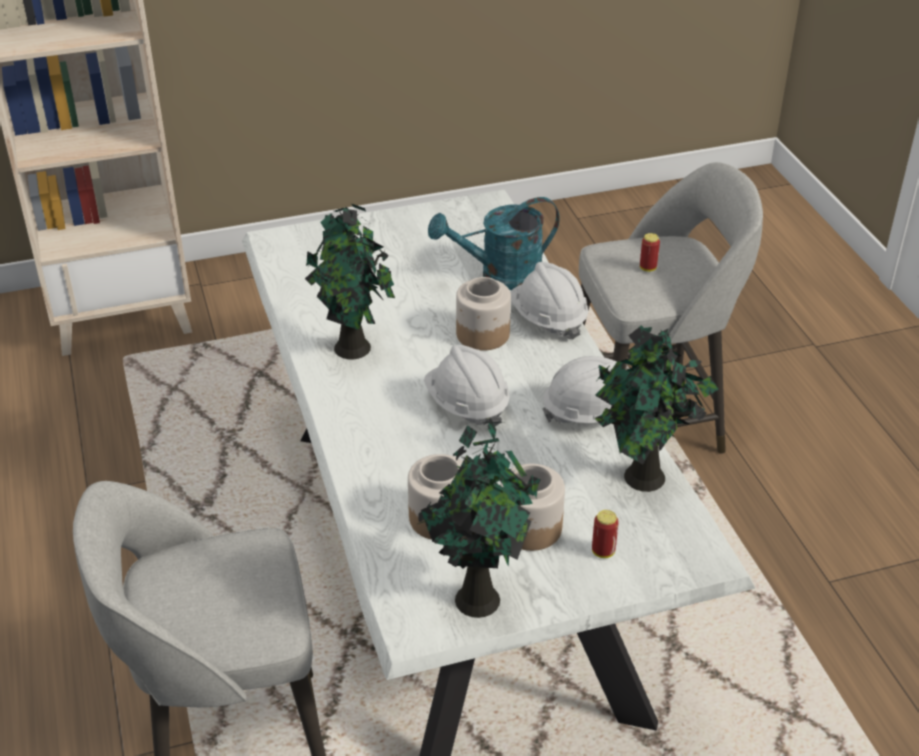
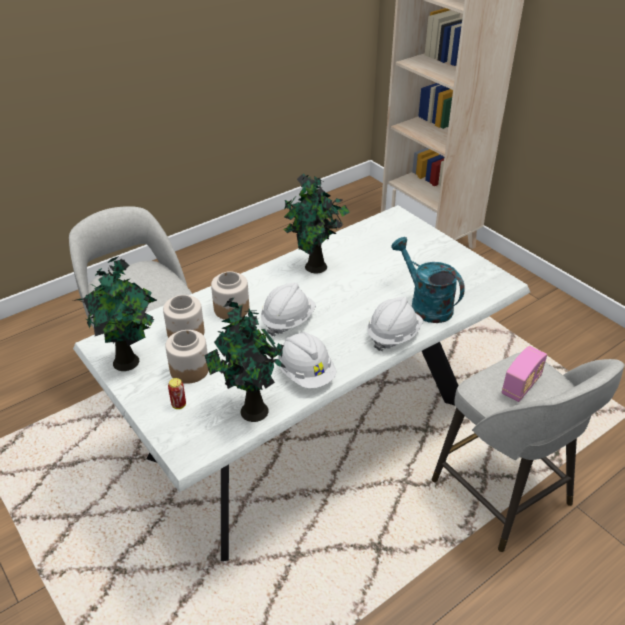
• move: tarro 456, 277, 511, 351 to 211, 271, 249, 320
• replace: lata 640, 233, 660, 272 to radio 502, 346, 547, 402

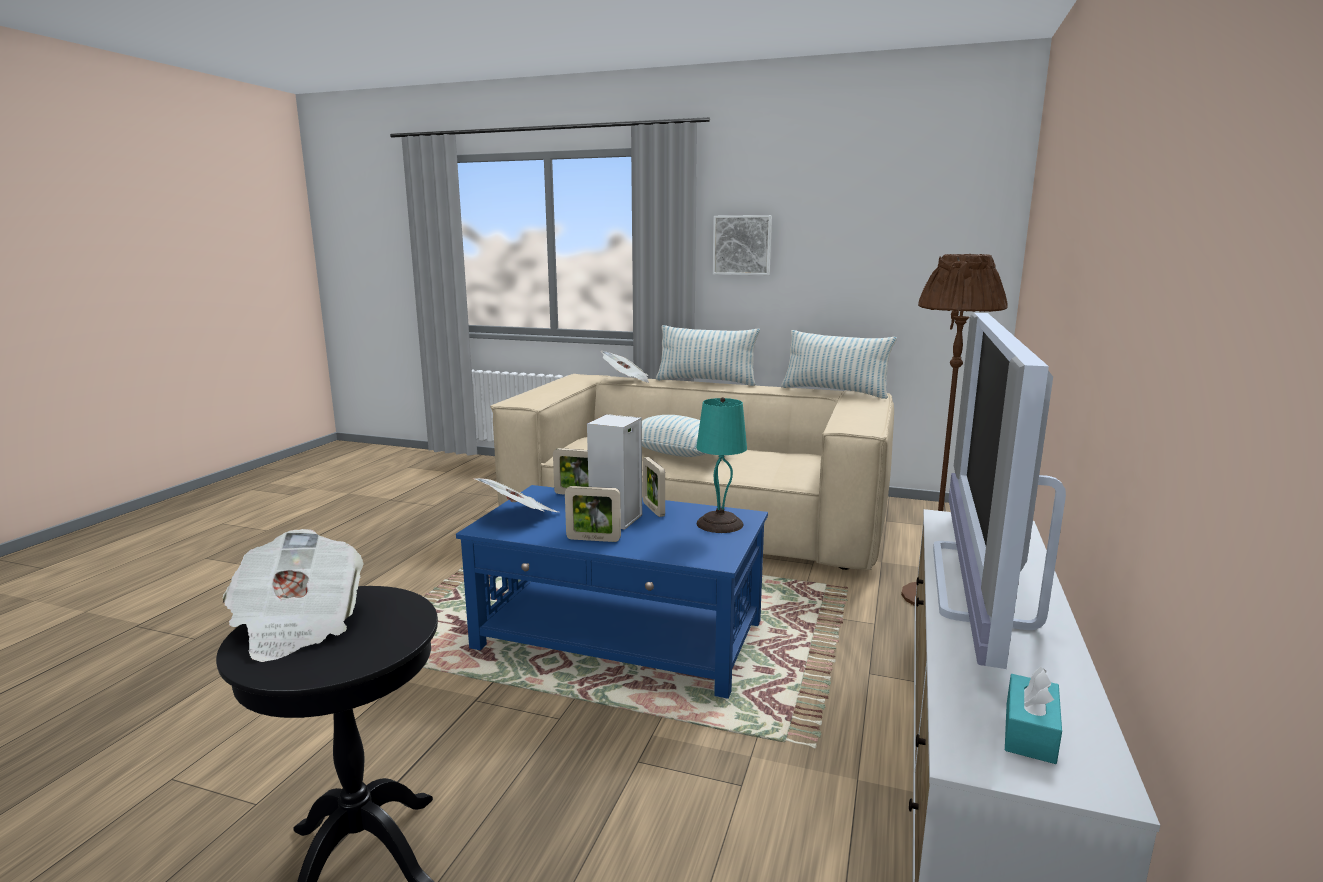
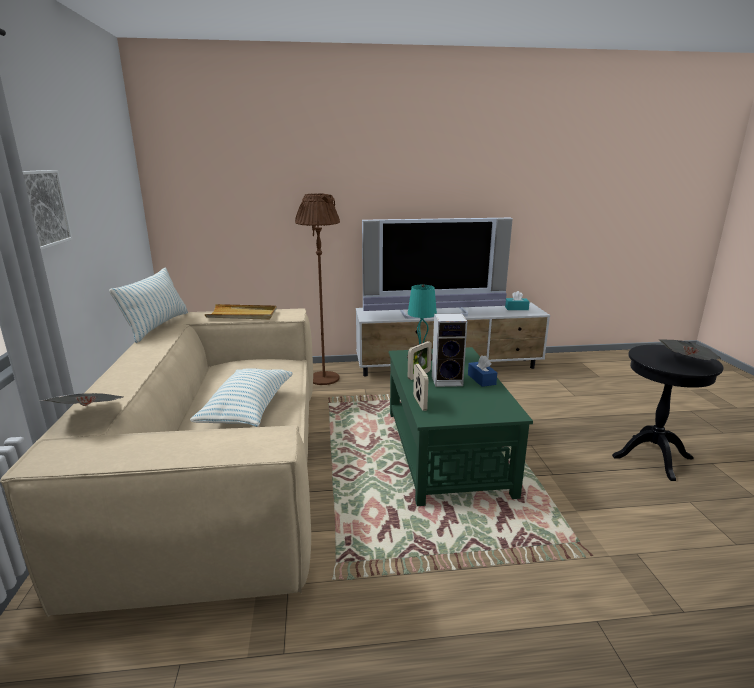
• insert: bandeja [beis] 205, 304, 277, 320
• recolor: mesa de centro [azul] 456, 485, 768, 699 to mesa de centro [verde] 389, 347, 533, 506
• replace: portarretratos 565, 486, 621, 542 to caja de pañuelos [azul] 468, 355, 497, 387
• delete: periódico 475, 478, 558, 512
• delete: cojín 656, 325, 760, 386

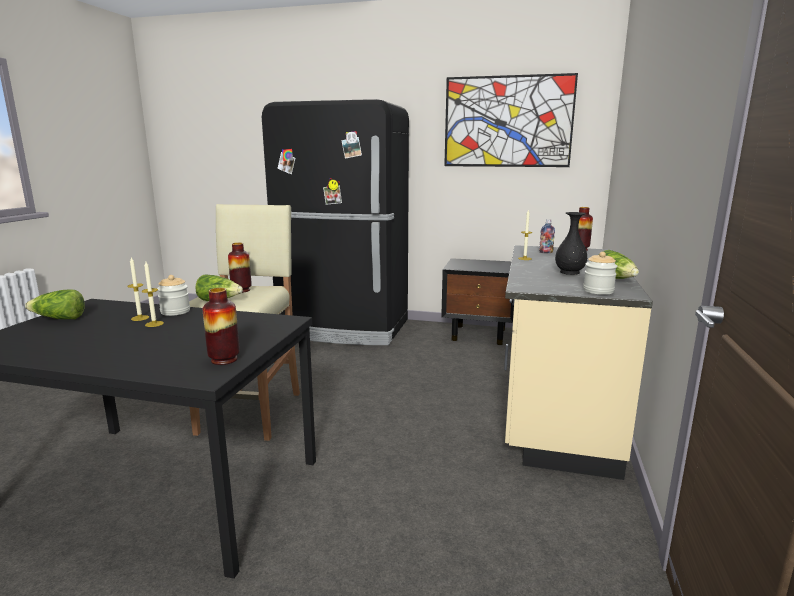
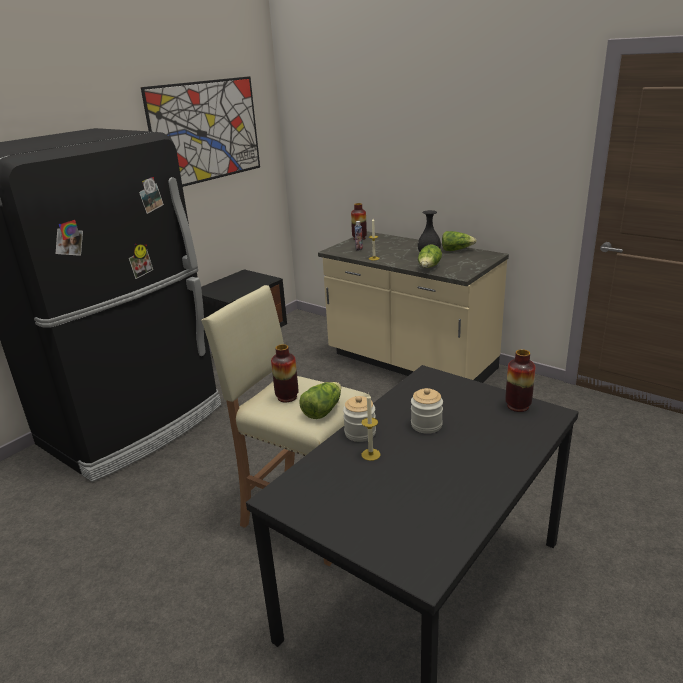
• move: tarro 583, 252, 617, 295 to 411, 388, 443, 434
• move: lechuga 25, 290, 85, 319 to 418, 244, 442, 268
• delete: vela 142, 262, 164, 327

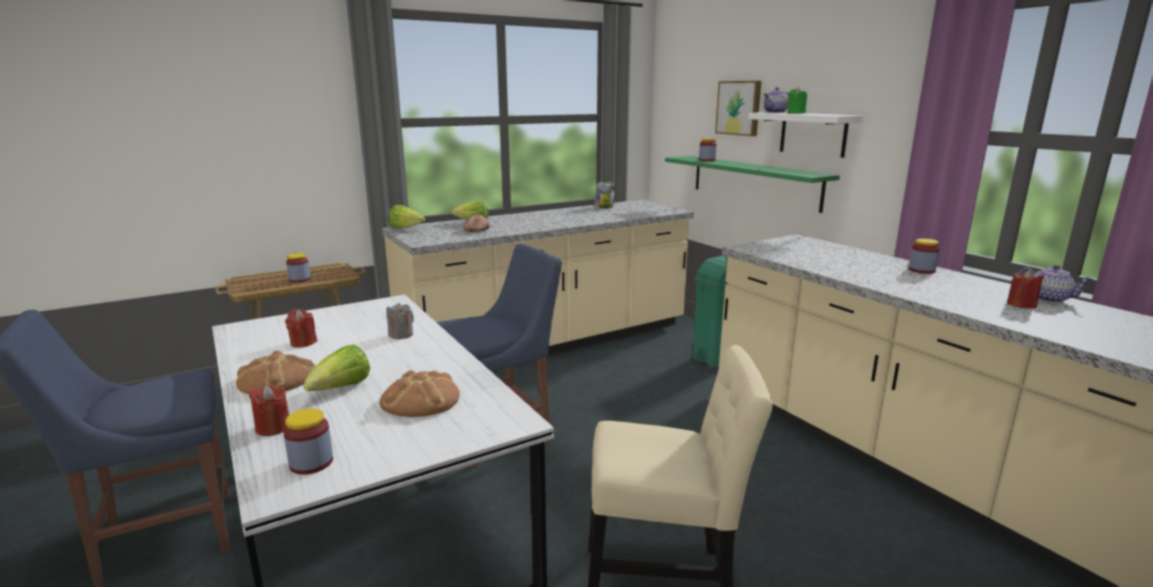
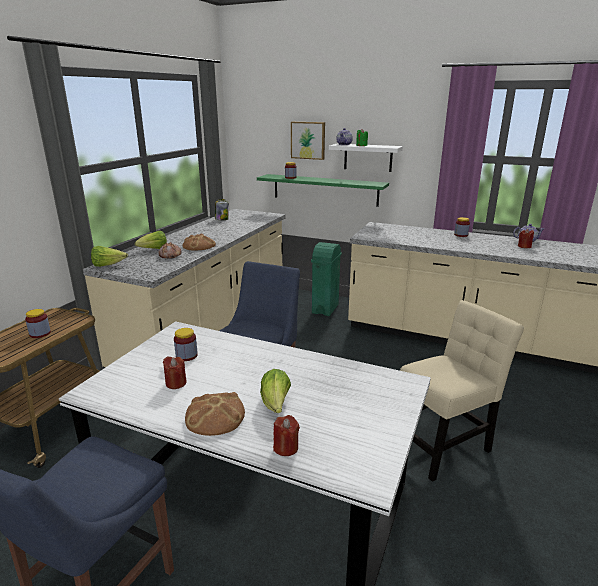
• move: tarro 283, 409, 333, 475 to 174, 328, 198, 361
• move: pan 379, 370, 460, 417 to 182, 233, 216, 250
• delete: vela [gris] 386, 303, 414, 339

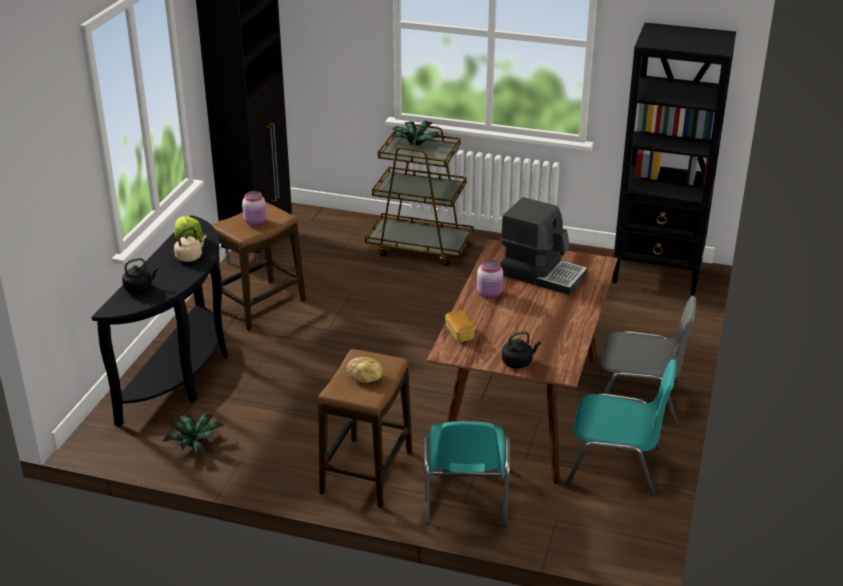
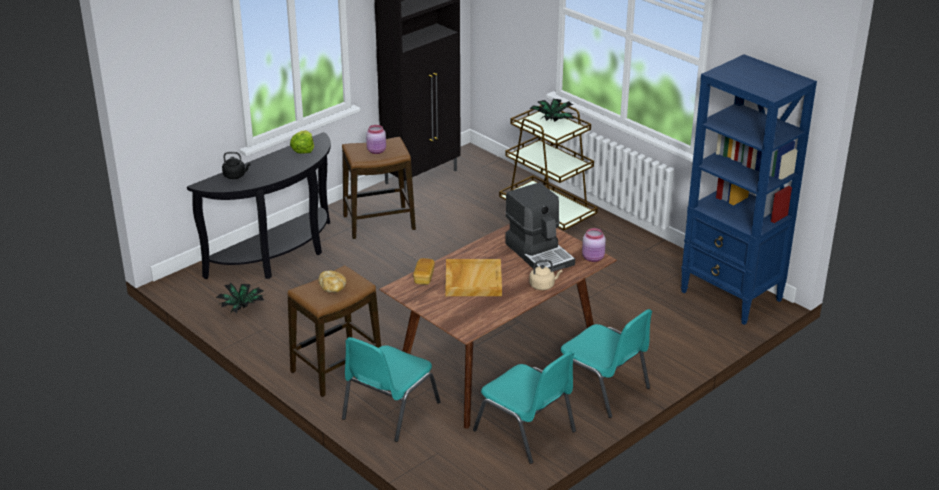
• insert: bandeja [beis] 446, 259, 502, 296
• move: hervidor [beis] 174, 227, 207, 262 to 529, 260, 562, 290
• recolor: silla [gris] 601, 296, 696, 422 to silla [turquesa] 561, 309, 652, 418
• move: tarro [rosa] 477, 260, 503, 298 to 582, 228, 606, 262
• recolor: estantería [negro] 612, 23, 736, 296 to estantería [azul] 681, 54, 817, 325
• delete: hervidor [negro] 502, 331, 541, 369

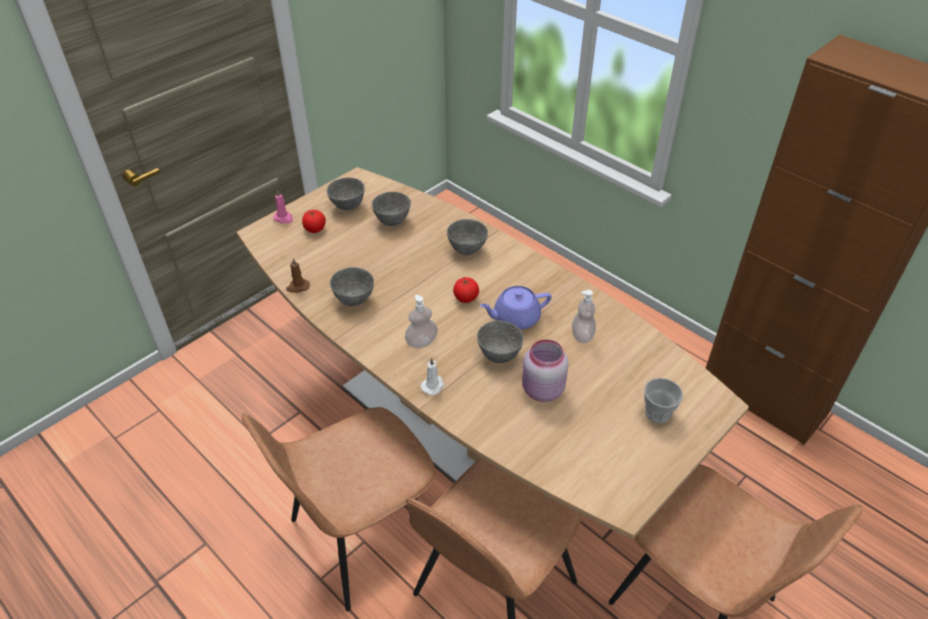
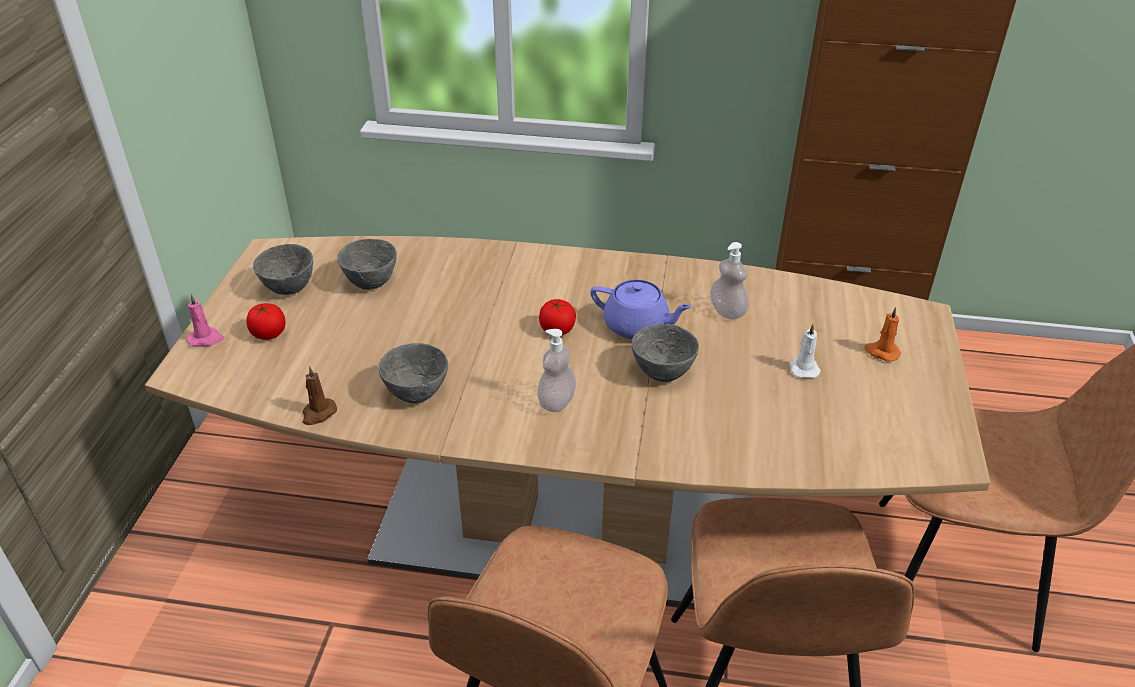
• rotate: tetera [morado] 479, 286, 551, 330 = 591, 279, 692, 339 105 degrees counterclockwise
• move: vela [blanco] 420, 358, 444, 395 to 789, 324, 821, 378
• replace: taza 644, 378, 683, 423 to vela [naranja] 864, 307, 901, 361
• delete: cuenco [gris] 447, 219, 488, 255
• delete: tarro [rosa] 522, 339, 569, 402

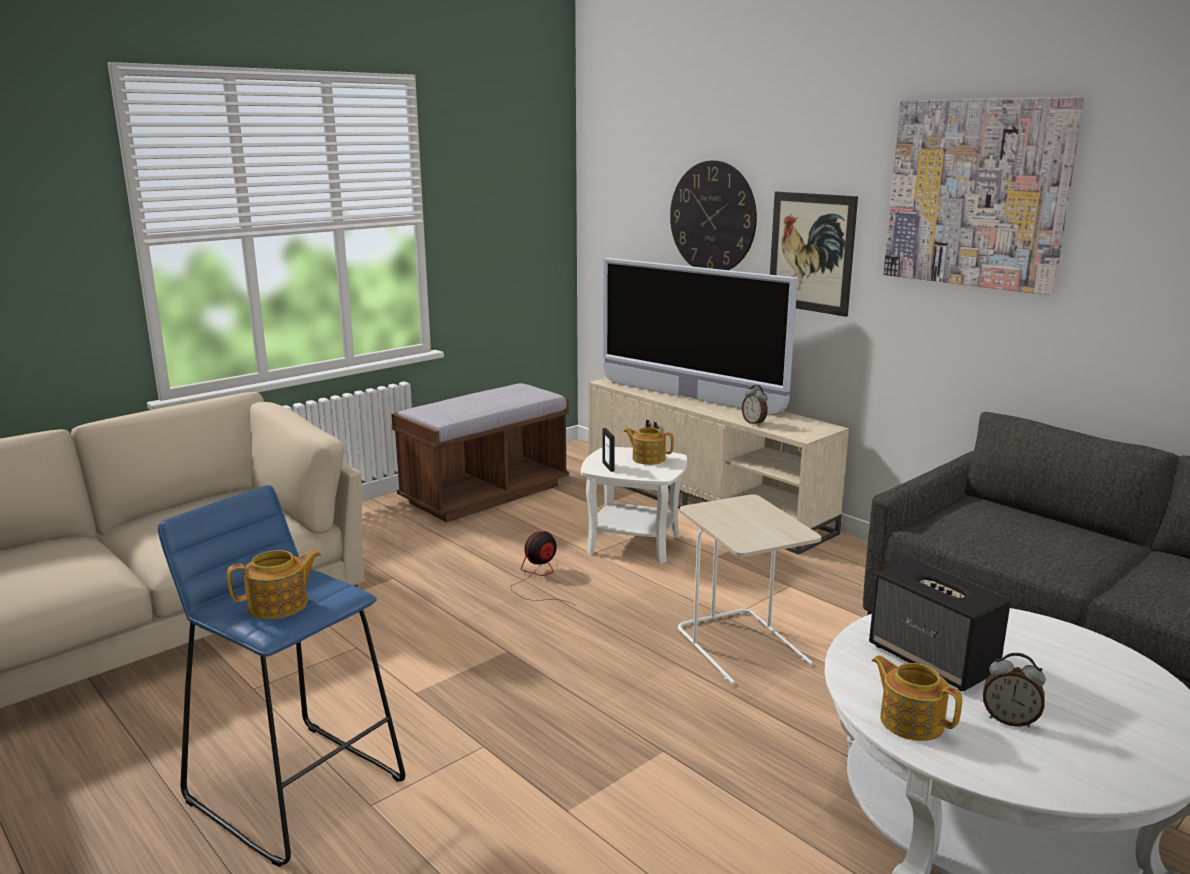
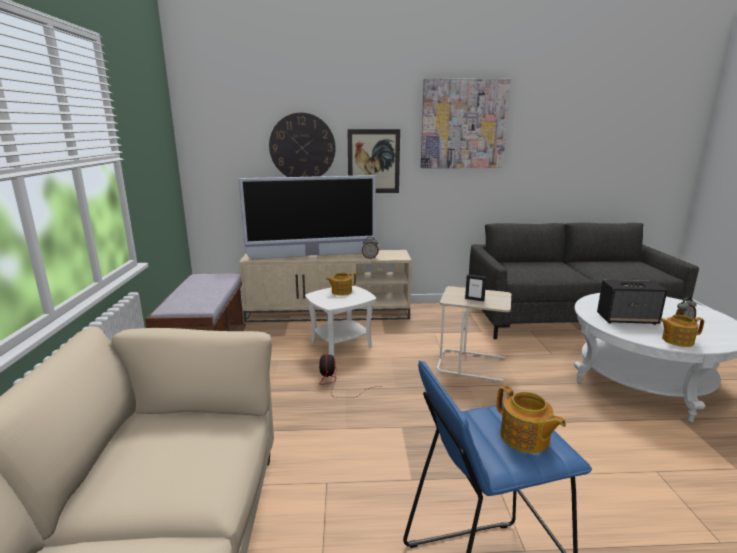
• move: portarretratos 602, 428, 615, 472 to 465, 275, 486, 302
• rotate: tetera 227, 549, 321, 619 = 497, 385, 566, 453 135 degrees clockwise

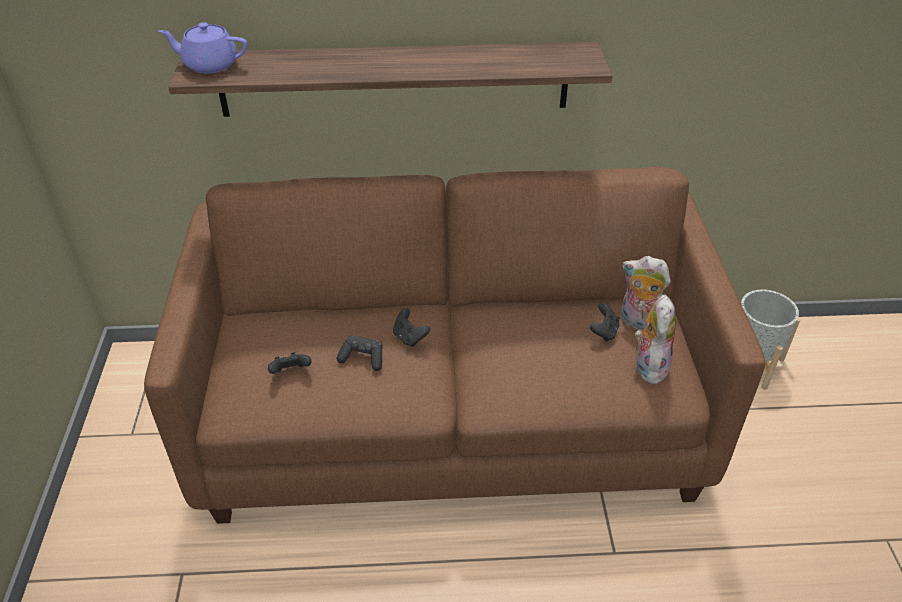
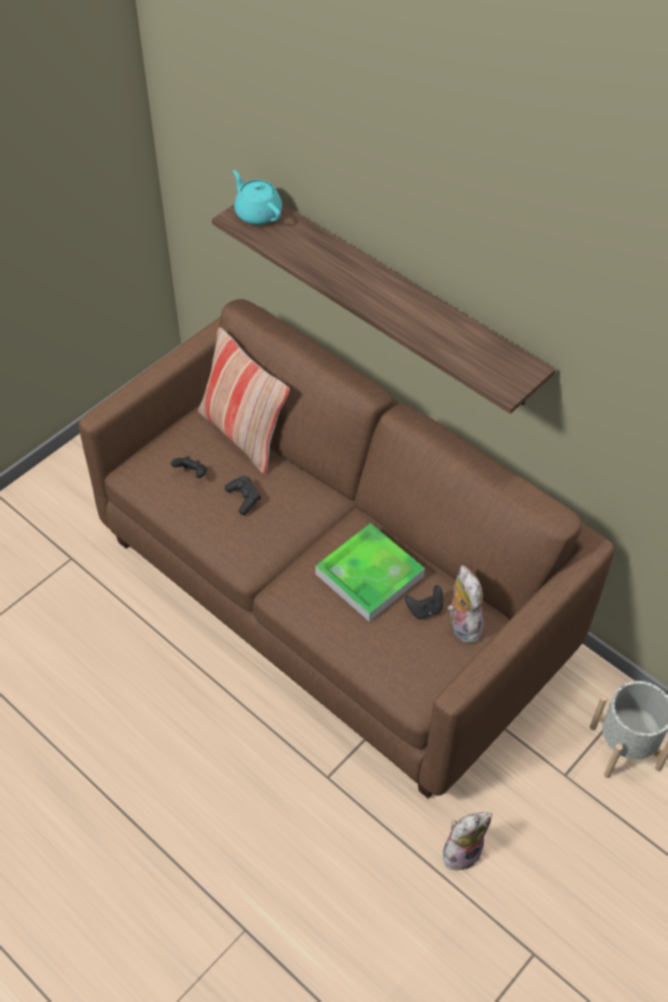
• insert: cojín 198, 327, 290, 474
• recolor: tetera [morado] 159, 22, 248, 73 to tetera [turquesa] 233, 170, 282, 225
• insert: bandeja 316, 523, 425, 622
• move: peluche 635, 295, 676, 384 to 443, 812, 492, 870
• delete: mando de consola [negro] 393, 308, 430, 347

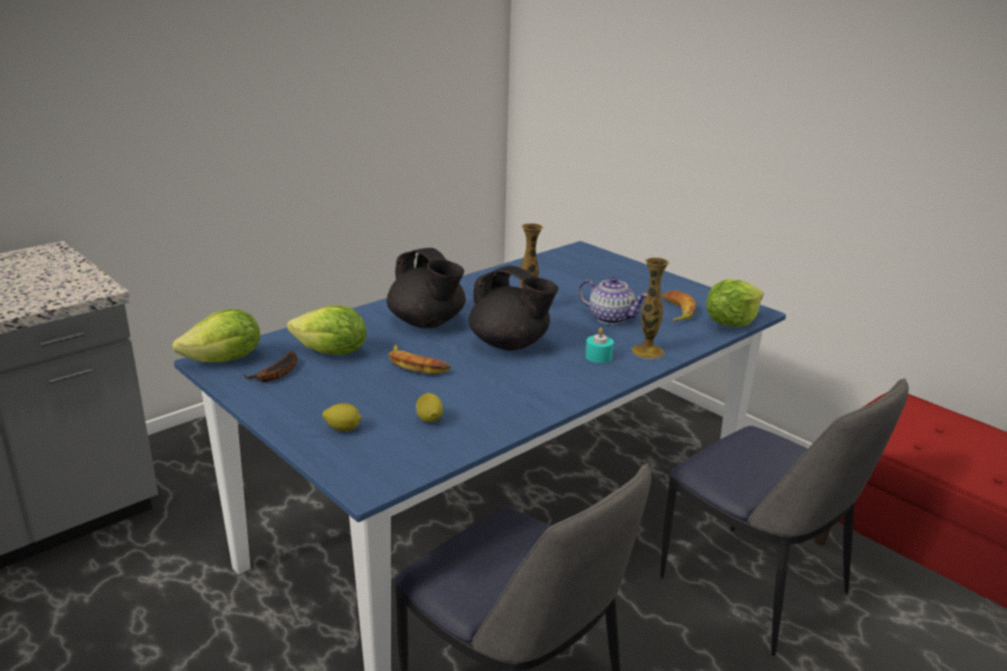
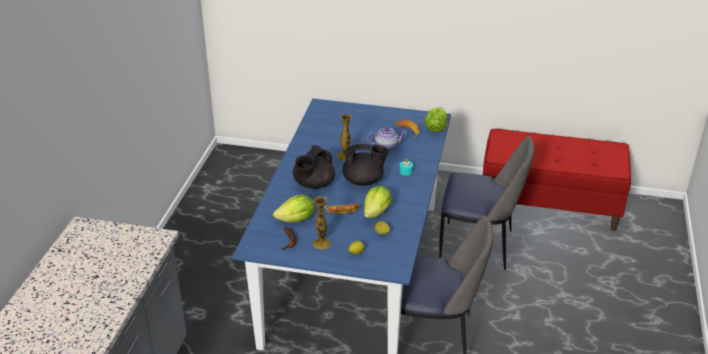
• rotate: tetera [negro] 387, 248, 466, 328 = 293, 145, 335, 189 105 degrees clockwise
• move: florero 631, 258, 669, 359 to 313, 196, 331, 250
• move: lechuga 172, 309, 260, 362 to 364, 186, 392, 218

